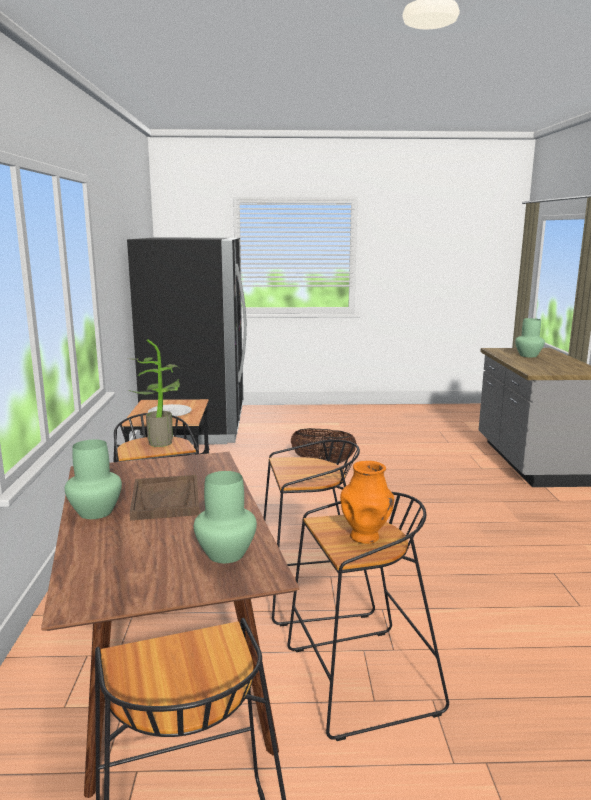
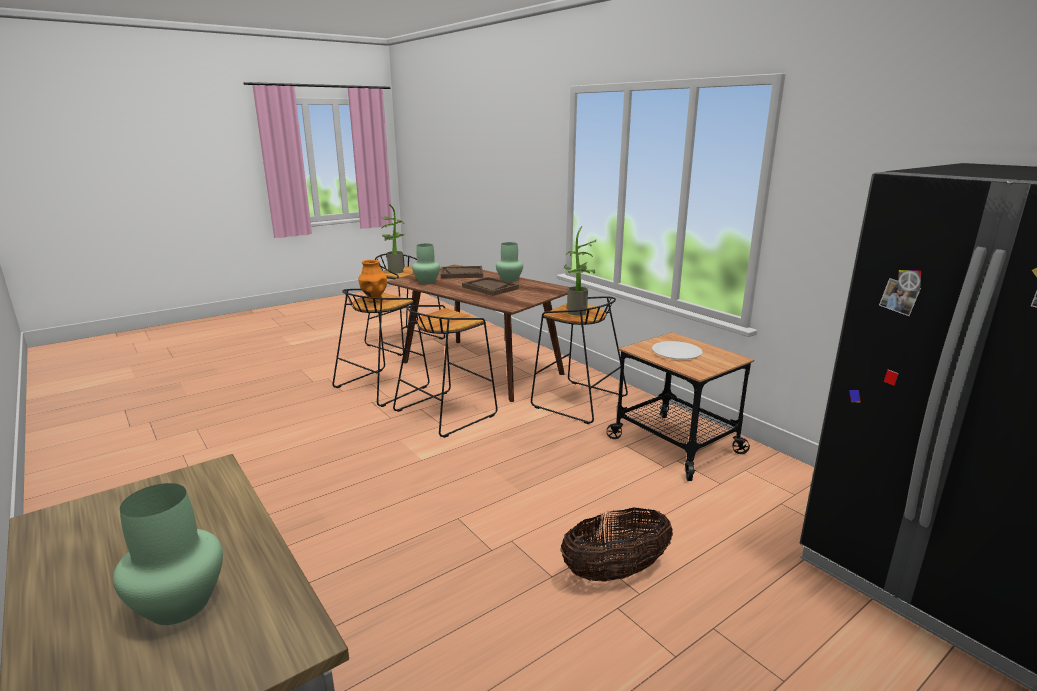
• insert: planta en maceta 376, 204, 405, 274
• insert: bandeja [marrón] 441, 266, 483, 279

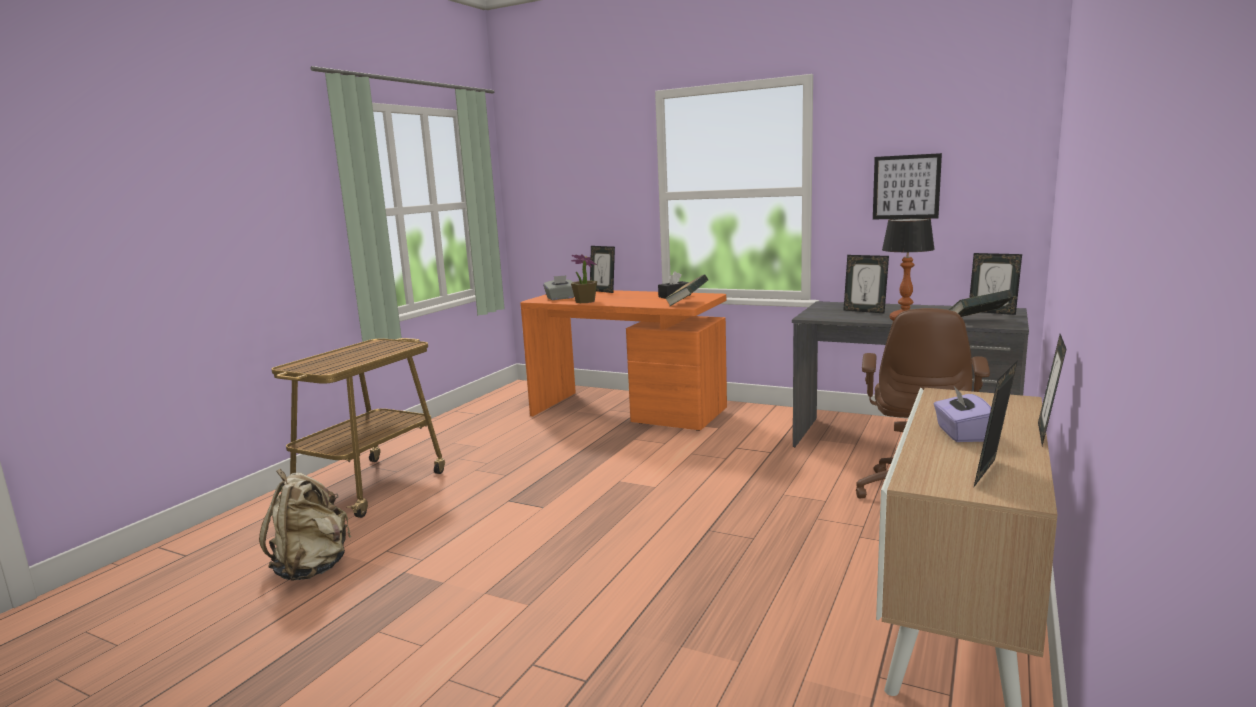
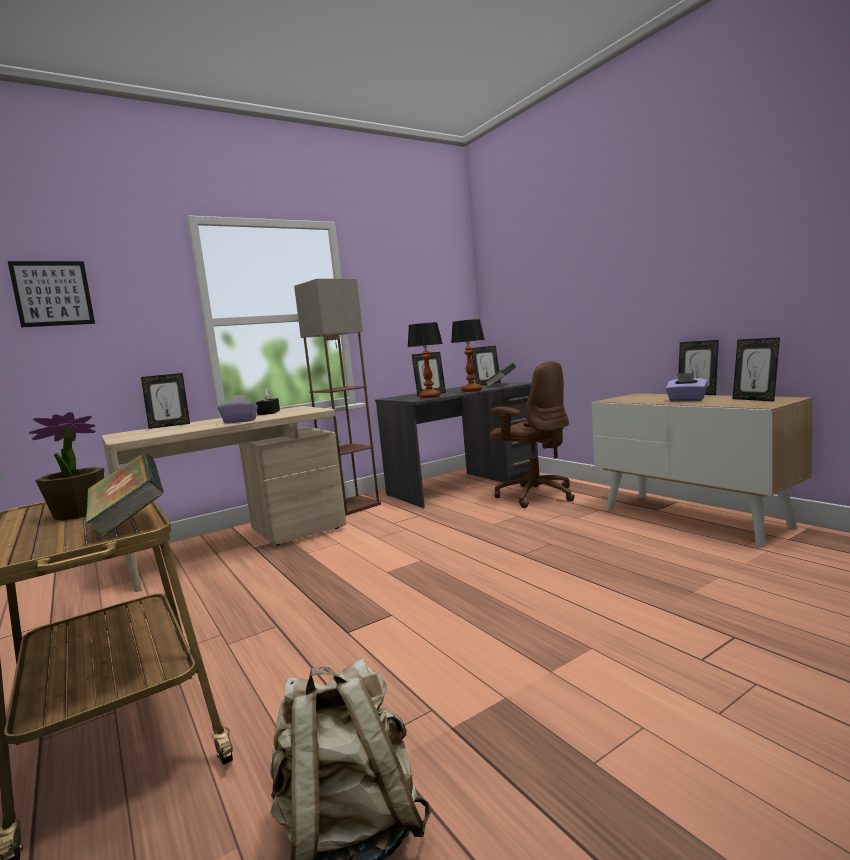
• move: cuadro 873, 153, 942, 219 to 8, 261, 95, 327
• move: planta en maceta 571, 254, 597, 303 to 29, 412, 104, 521
• move: libro 665, 274, 708, 306 to 85, 452, 164, 538
• recolor: escritorio [naranja] 520, 290, 727, 431 to escritorio [beis] 102, 406, 346, 592
• insert: caja de pañuelos [morado] 218, 394, 258, 424
• insert: lámpara de pie 294, 279, 381, 516
• insert: lámpara de mesa 408, 322, 443, 398
• delete: caja de pañuelos [gris] 543, 275, 574, 300

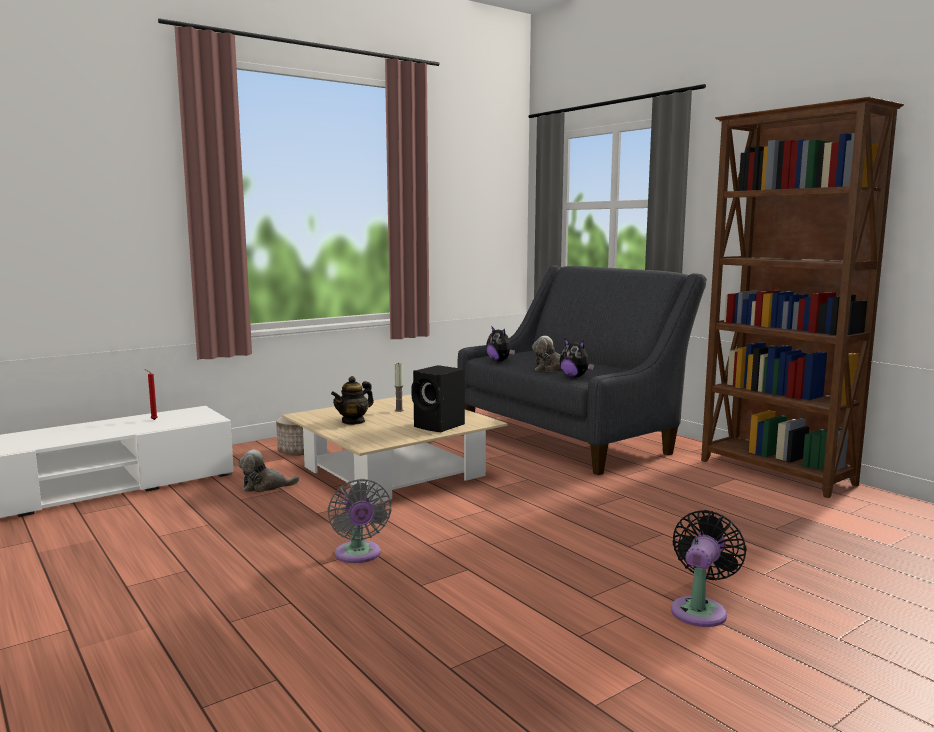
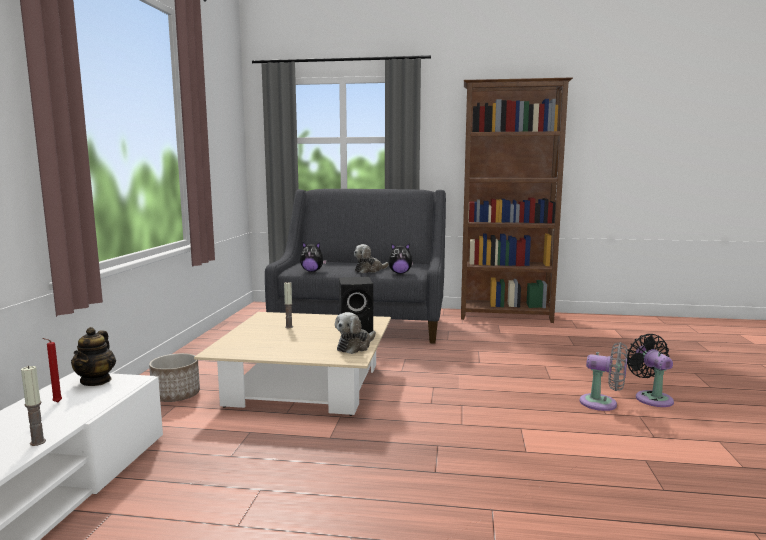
• insert: vela 21, 366, 46, 446
• move: tetera 331, 376, 374, 425 to 71, 327, 116, 386
• move: peluche 238, 450, 299, 493 to 335, 312, 376, 354
• move: ventilador [gris] 327, 479, 392, 563 to 580, 342, 628, 411

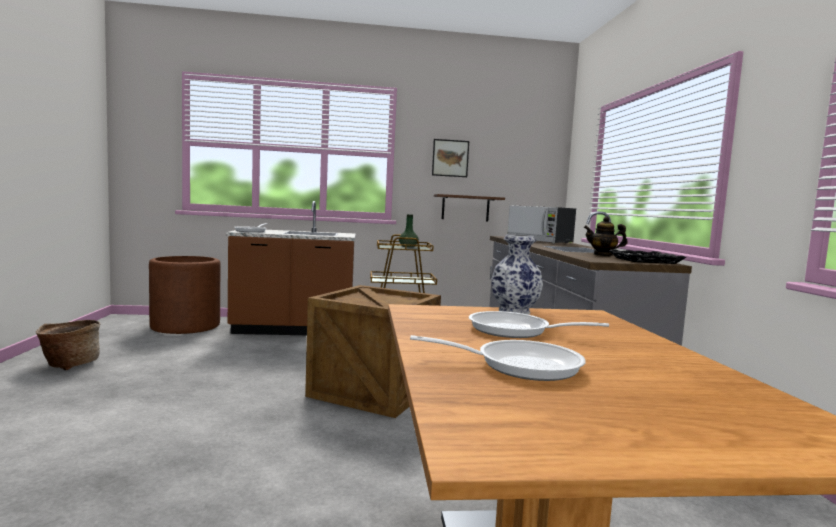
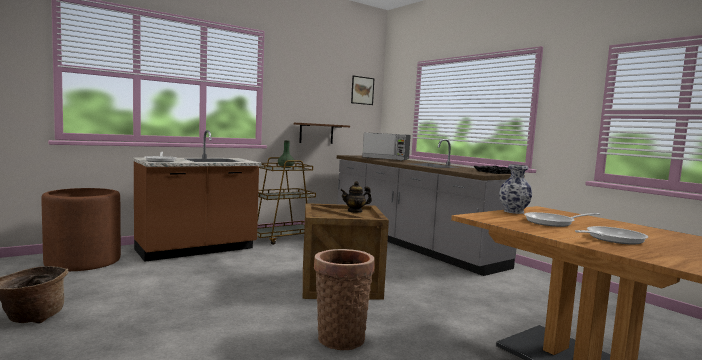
• insert: cesta 314, 249, 375, 350
• move: tetera 584, 216, 627, 256 to 340, 181, 372, 213
• move: cuadro 432, 139, 469, 177 to 351, 76, 375, 105

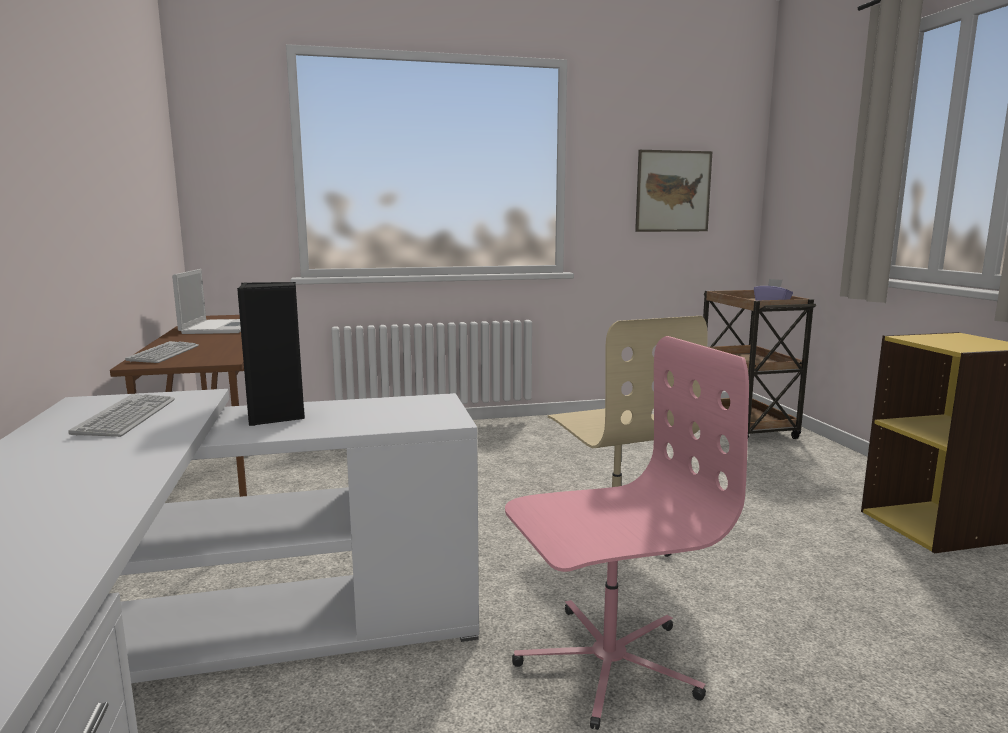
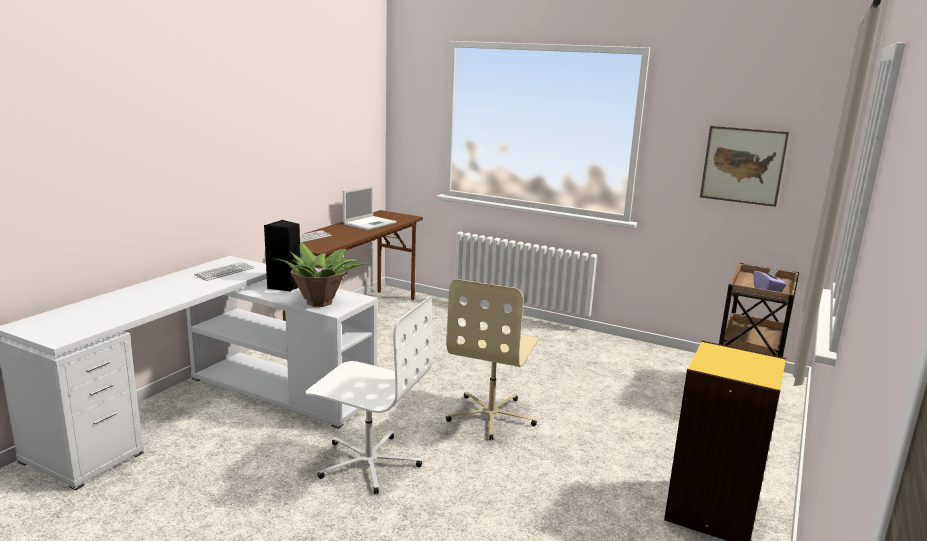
• insert: planta en maceta 272, 242, 369, 307
• recolor: silla de oficina [rosa] 505, 336, 749, 730 to silla de oficina [blanco] 305, 296, 433, 494

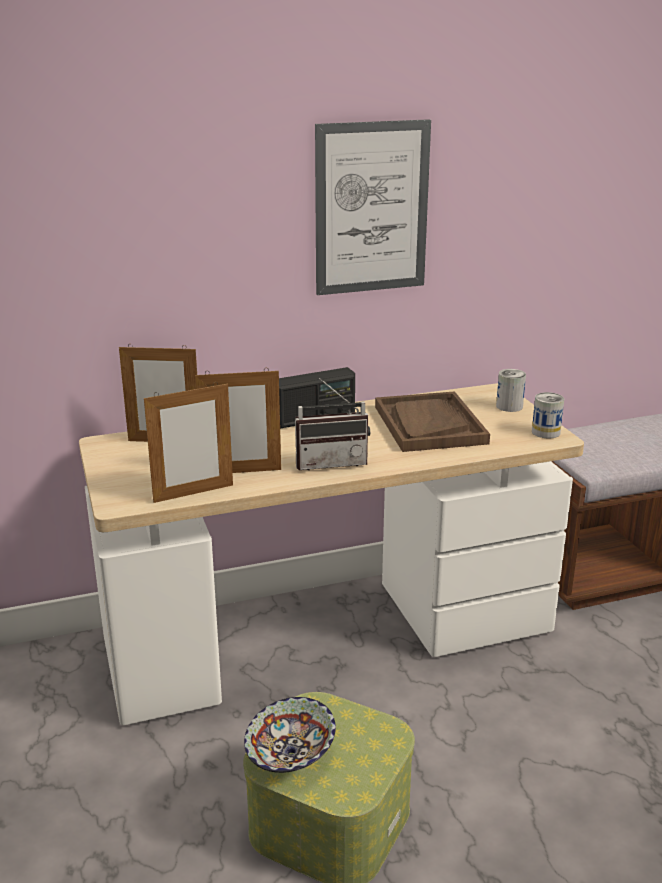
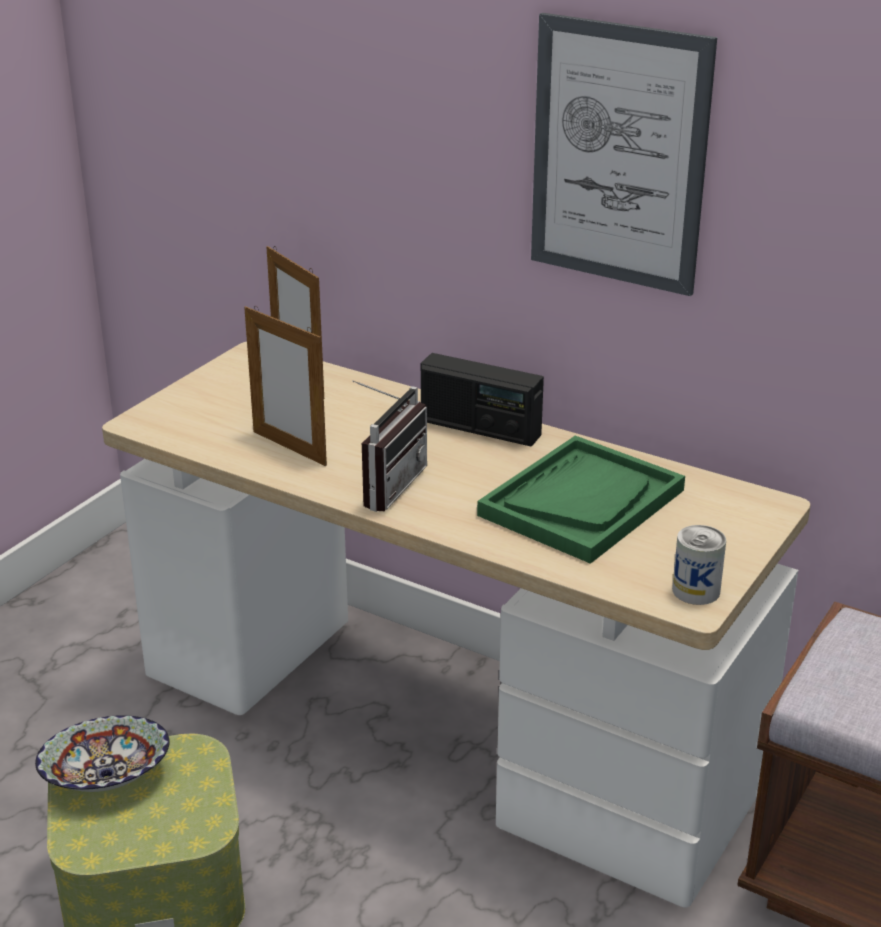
• rotate: radio 295, 378, 370, 470 = 352, 380, 427, 512 105 degrees counterclockwise
• recolor: bandeja [marrón] 375, 391, 490, 452 to bandeja [verde] 477, 436, 685, 564
• delete: portarretratos 144, 382, 233, 503
• delete: lata 496, 369, 526, 412

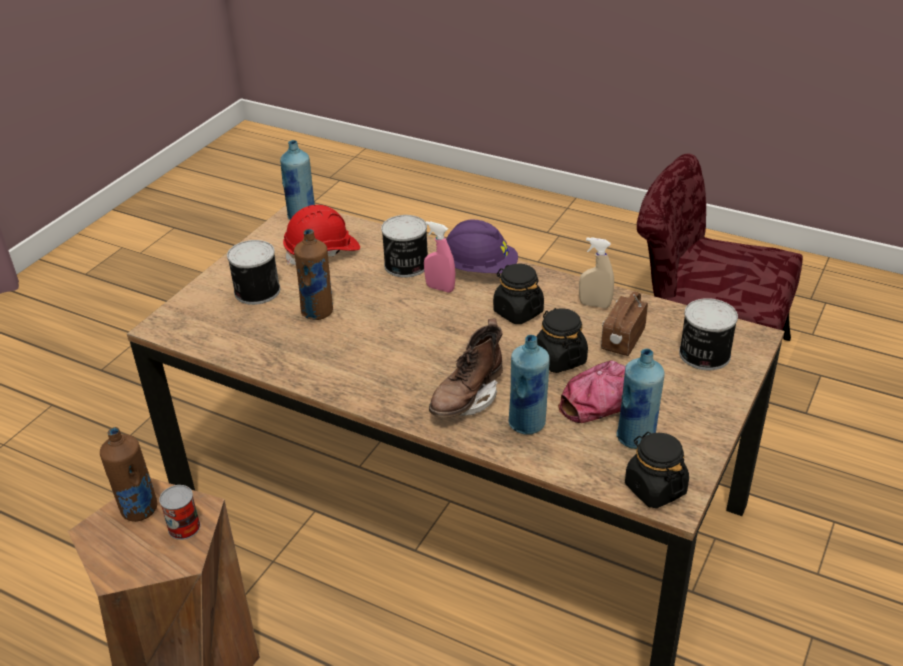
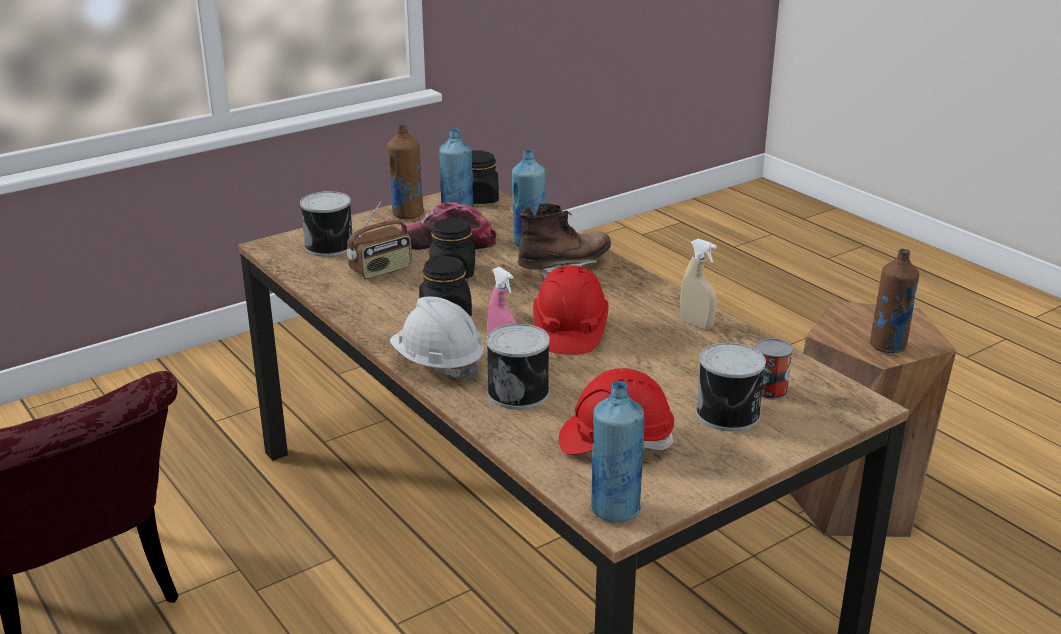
• move: botella [marrón] 294, 229, 333, 320 to 387, 124, 424, 219
• recolor: casco [morado] 446, 220, 518, 274 to casco [blanco] 390, 296, 484, 380
• insert: casco [rojo] 533, 265, 608, 355
• move: pulverizador [beis] 579, 237, 614, 308 to 680, 239, 717, 329
• move: lata 159, 485, 201, 540 to 756, 338, 793, 400

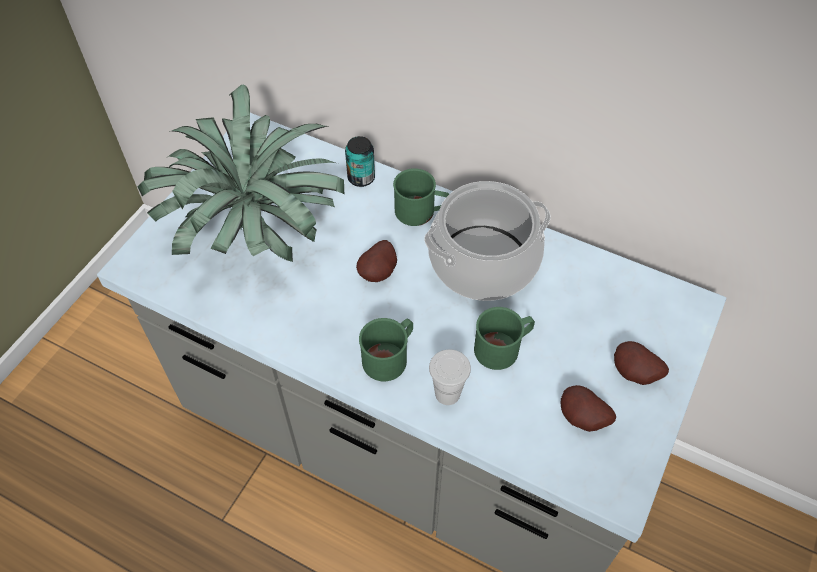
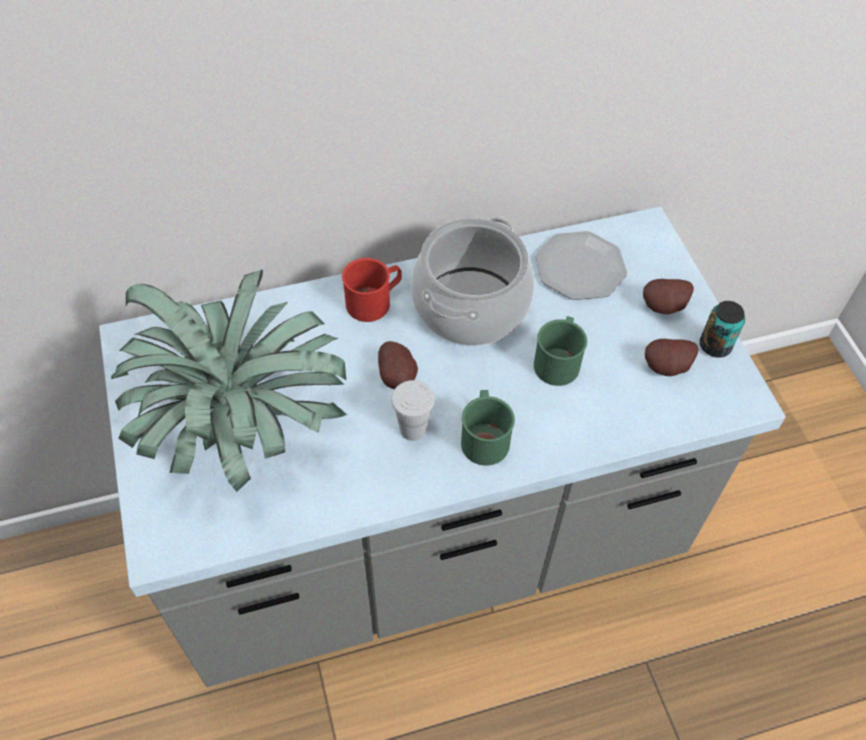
• recolor: taza grande [verde] 393, 168, 449, 226 to taza grande [rojo] 342, 258, 402, 322
• move: taza [blanco] 429, 349, 471, 405 to 391, 380, 435, 441
• insert: plato 535, 231, 627, 300
• move: lata 345, 136, 375, 187 to 700, 301, 745, 357

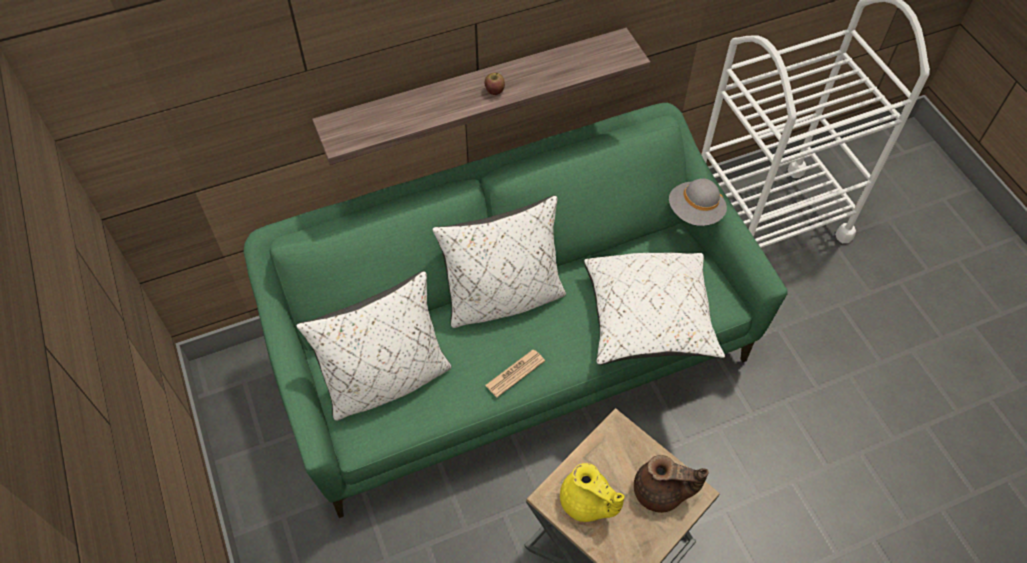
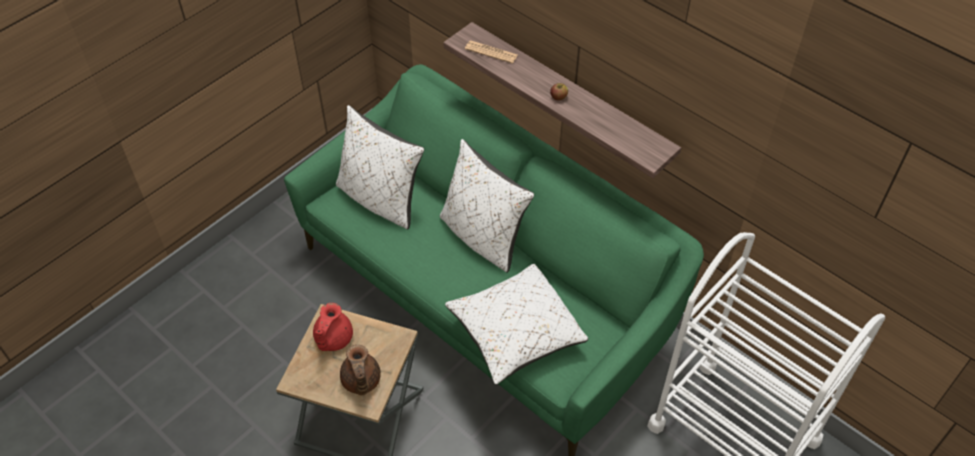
• recolor: tetera [amarillo] 560, 463, 625, 522 to tetera [rojo] 313, 303, 353, 351
• move: periódico 485, 350, 545, 398 to 465, 40, 518, 63
• delete: sombrero [gris] 669, 178, 727, 226

